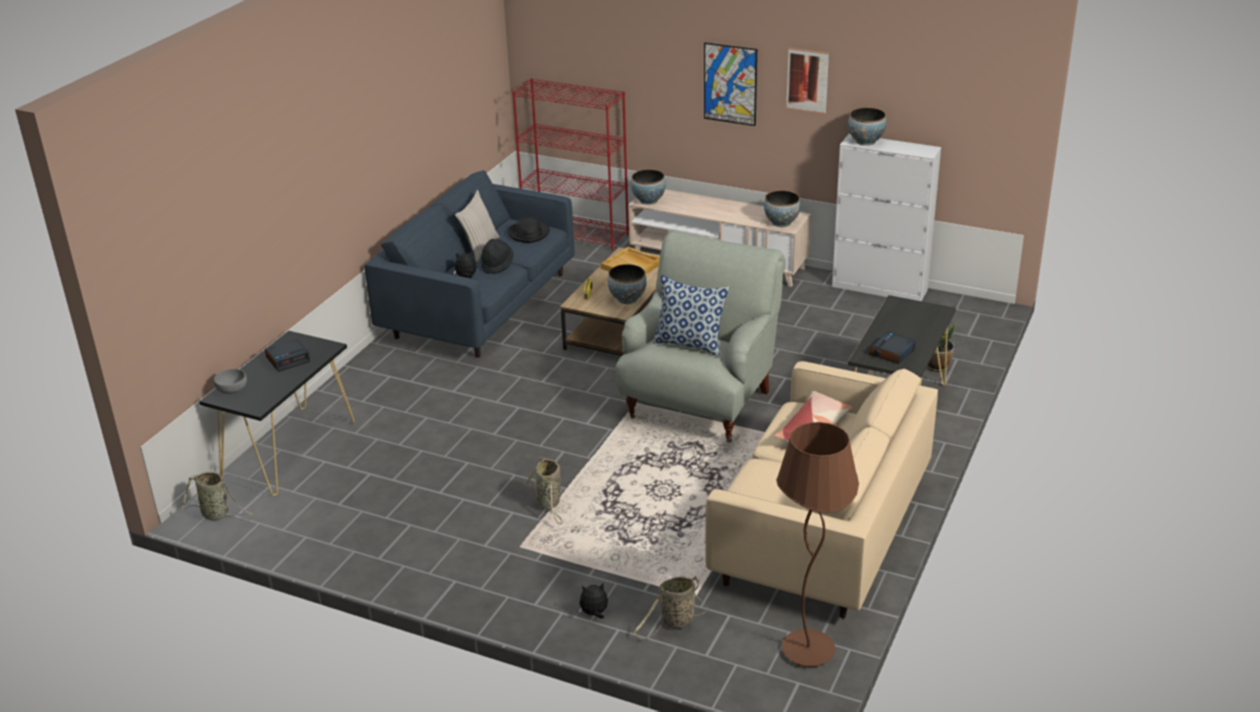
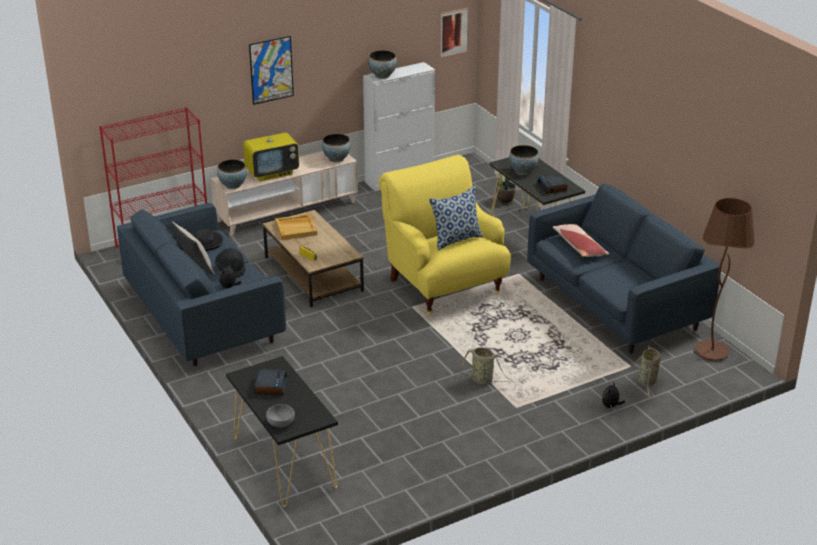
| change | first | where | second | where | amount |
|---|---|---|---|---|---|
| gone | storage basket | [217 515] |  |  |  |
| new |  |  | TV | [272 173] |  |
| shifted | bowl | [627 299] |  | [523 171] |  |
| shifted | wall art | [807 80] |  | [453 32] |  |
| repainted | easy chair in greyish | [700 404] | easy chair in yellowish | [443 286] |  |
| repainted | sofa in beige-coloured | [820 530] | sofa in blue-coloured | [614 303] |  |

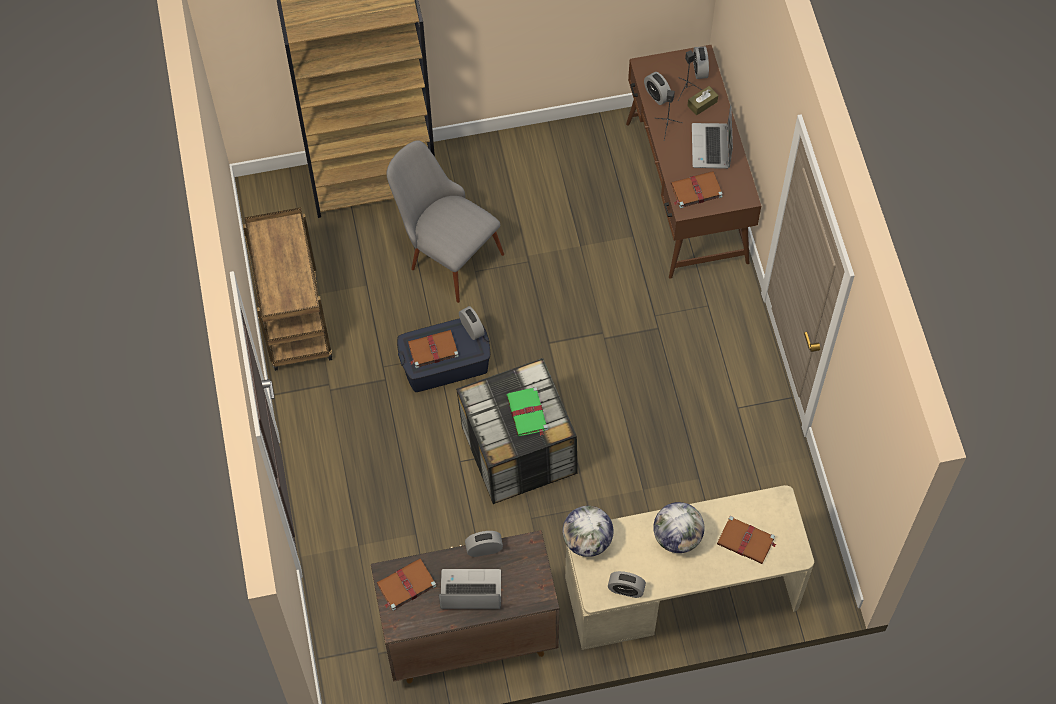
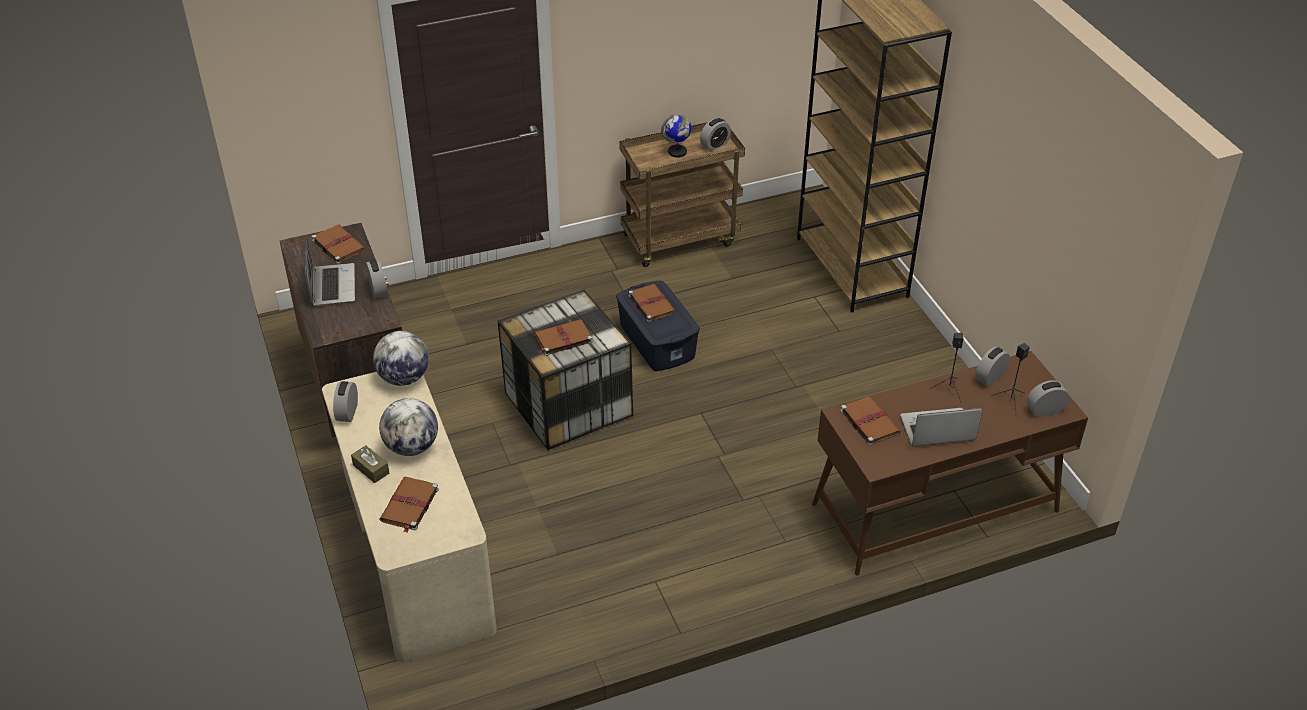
| change | first | where | second | where | amount |
|---|---|---|---|---|---|
| gone | chair in greyish | [445 252] |  |  |  |
| new |  |  | desk globe | [677 152] |  |
| shifted | alarm clock | [471 329] |  | [715 145] |  |
| shifted | tissue holder in brown | [702 104] |  | [371 469] |  |
| repainted | book in greenish | [527 413] | book in brown | [562 339] |  |

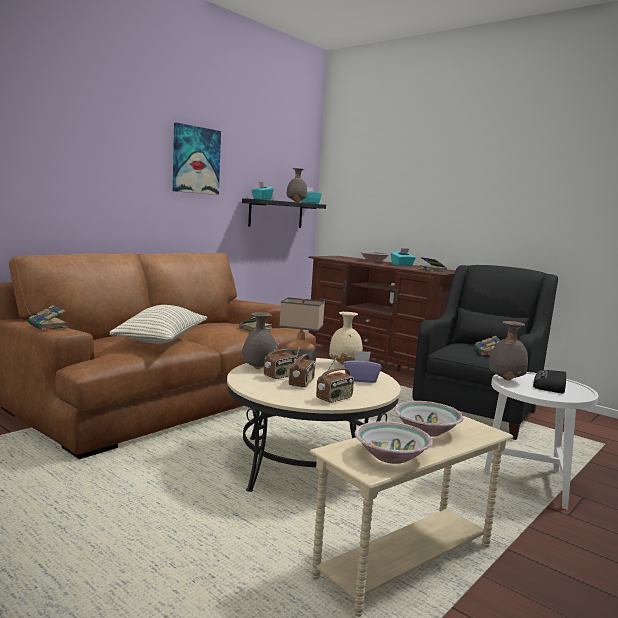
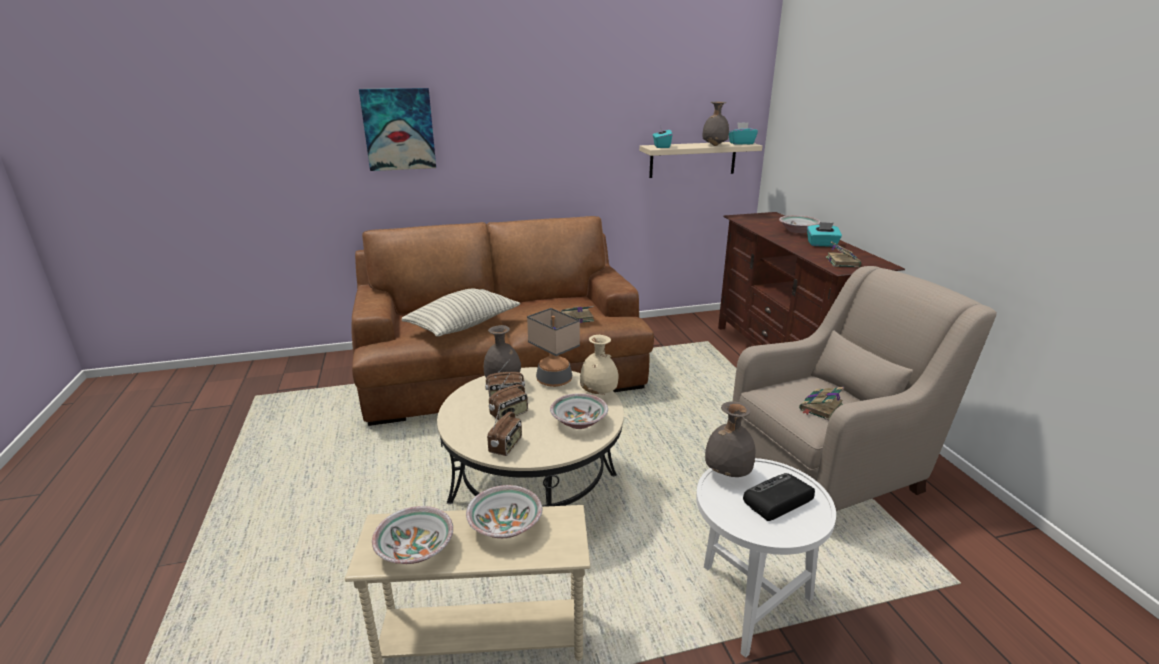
| change | first | where | second | where | amount |
|---|---|---|---|---|---|
| gone | book | [48 326] |  |  |  |
| shifted | wall art | [195 160] |  | [399 129] |  |
| swapped | tissue holder in purple-coloured | [360 379] | bowl | [578 422] |  |
| repainted | bracket shelf in black | [276 214] | bracket shelf in beige-coloured | [693 159] |  |
| repainted | easy chair in black | [478 411] | easy chair in beige-coloured | [829 470] |  |
| rotated | radio receiver | [334 399] |  | [506 446] | 60 degrees counterclockwise |

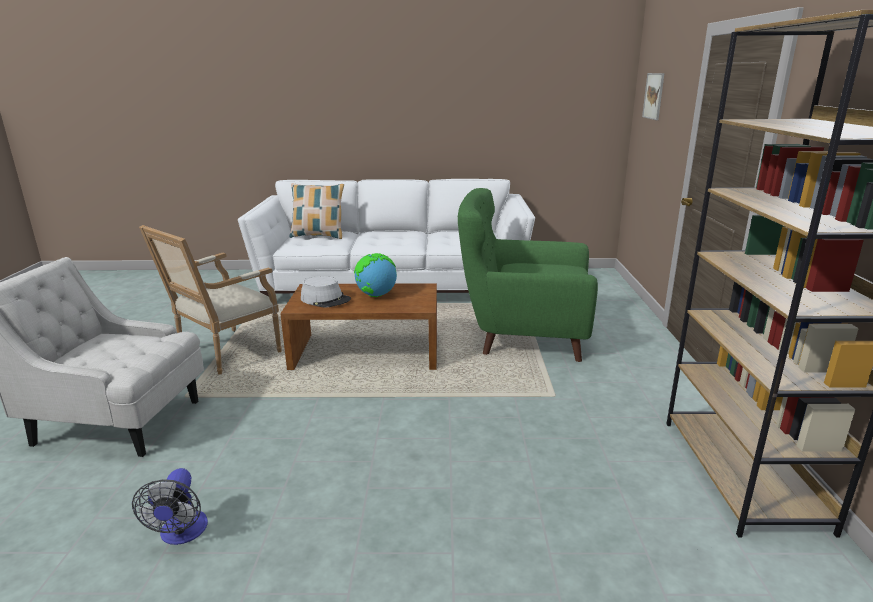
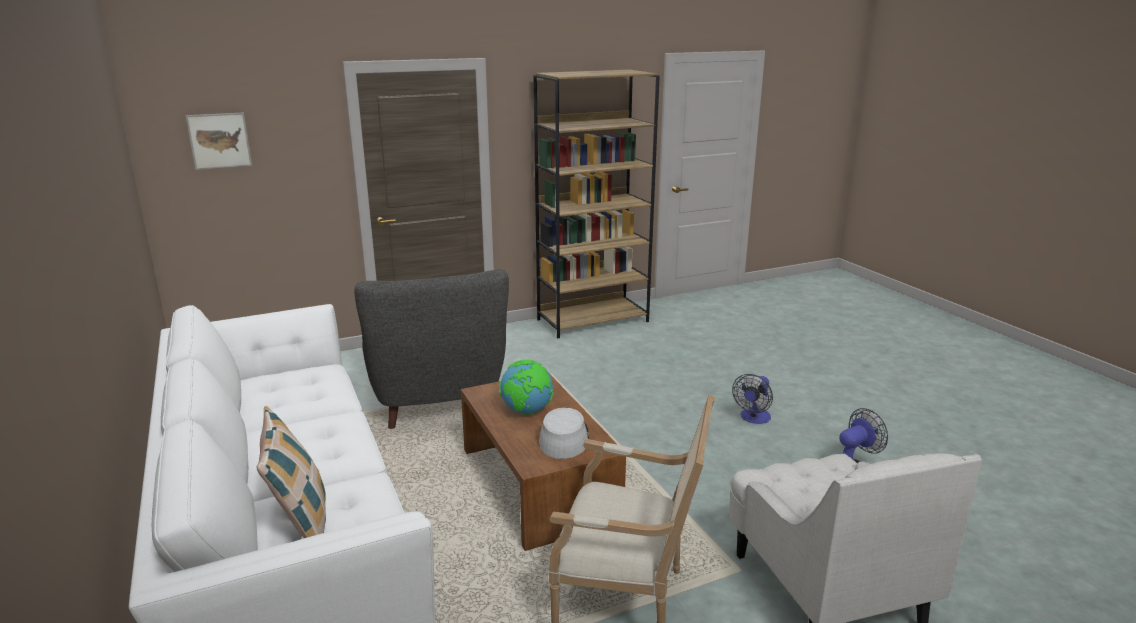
| change | first | where | second | where | amount |
|---|---|---|---|---|---|
| new |  |  | electric fan | [753 418] |  |
| repainted | easy chair in greenish | [522 335] | easy chair in greyish | [437 403] |  |

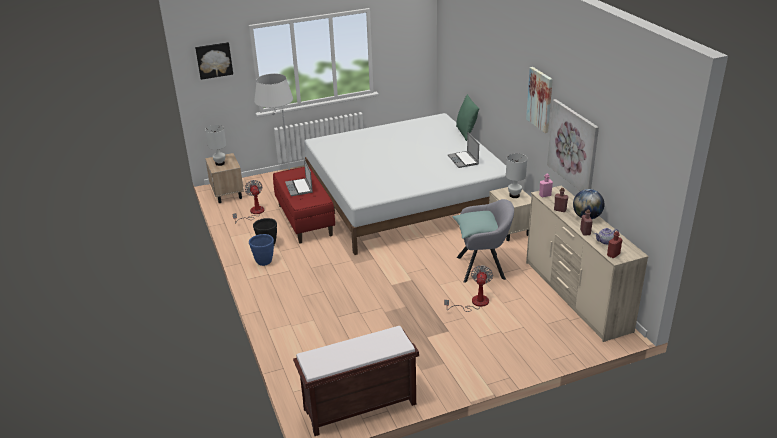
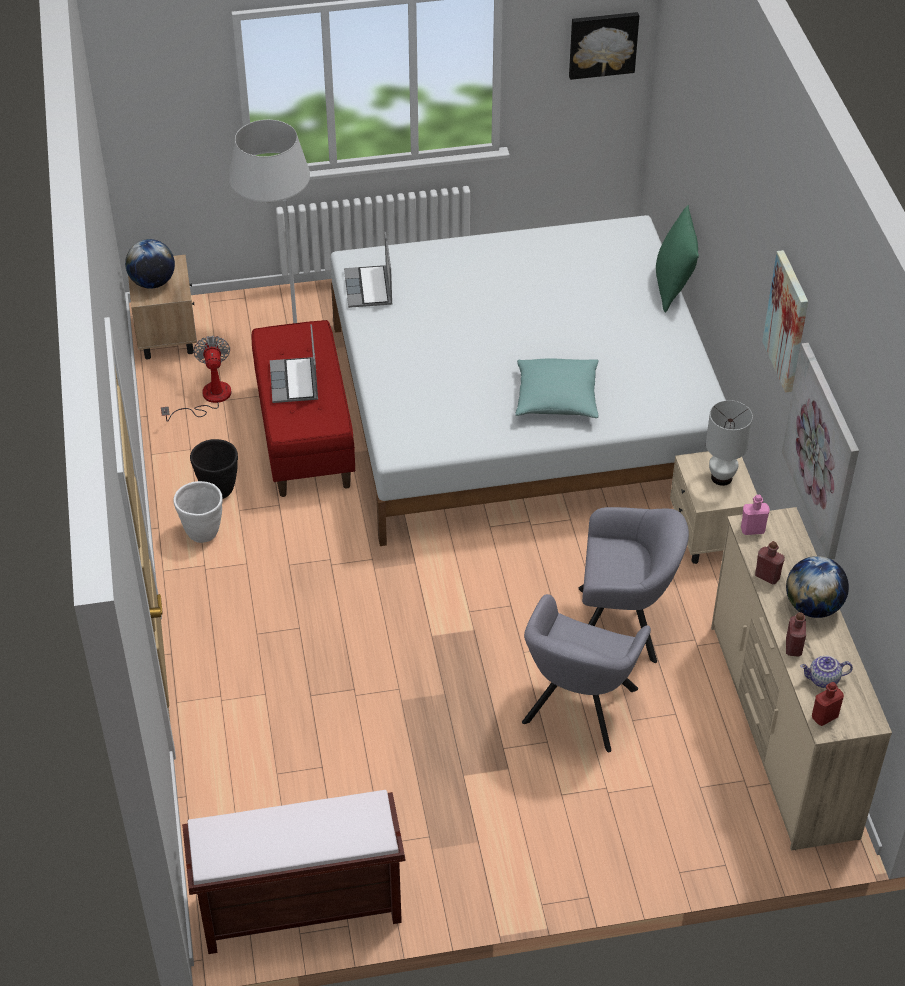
| change | first | where | second | where | amount |
|---|---|---|---|---|---|
| shifted | wall art | [214 60] |  | [602 44] |  |
| shifted | notebook computer | [463 160] |  | [369 289] |  |
| shifted | cushion in turquoise | [478 231] |  | [556 399] |  |
| swapped | table lamp in white | [220 163] | desk globe | [153 282] |  |
| swapped | electric fan | [474 303] | easy chair in greyish | [577 710] |  |
| repainted | plant pot in blue-coloured | [264 262] | plant pot in white | [202 532] |  |

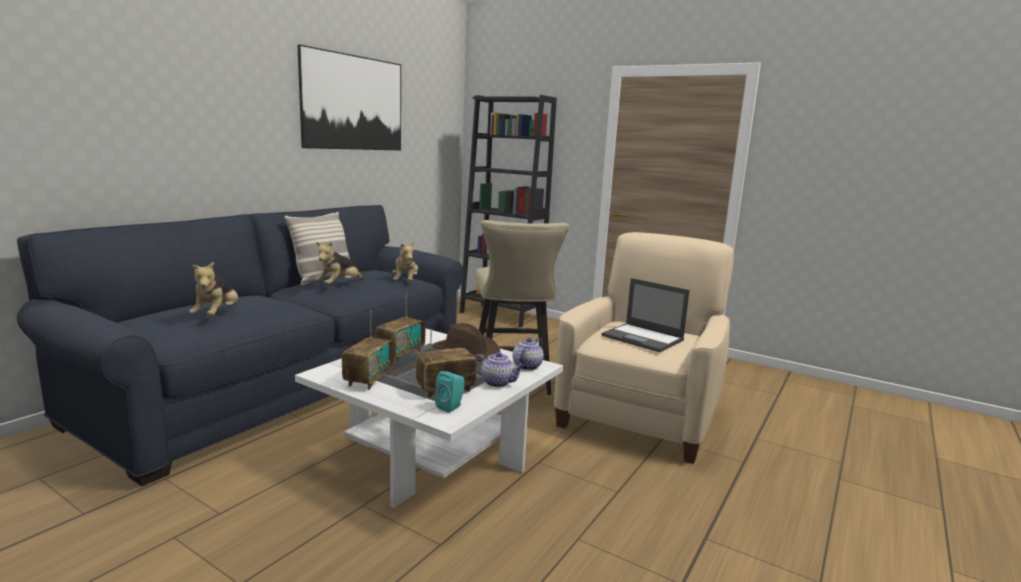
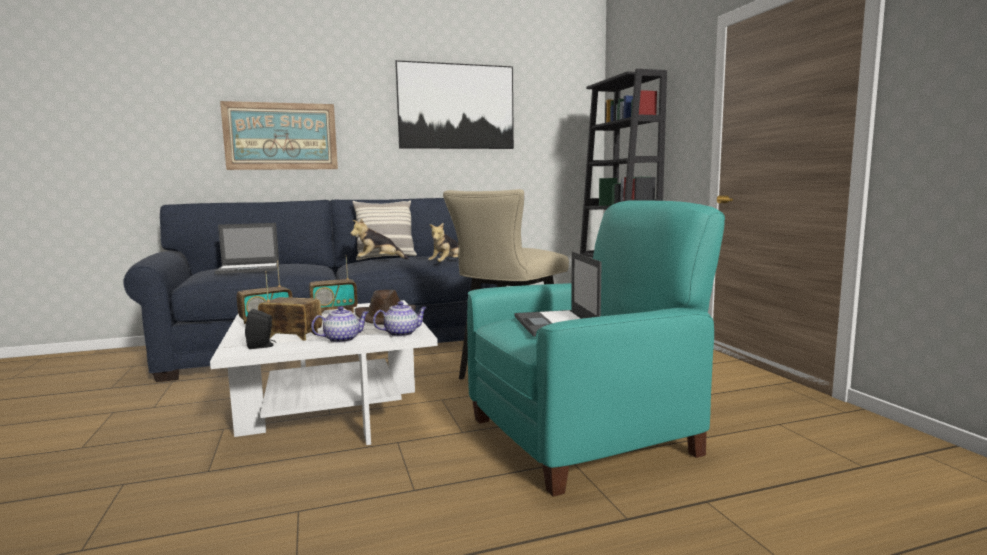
| change | first | where | second | where | amount |
|---|---|---|---|---|---|
| new |  |  | wall art | [281 136] |  |
| swapped | plush toy | [217 315] | notebook computer | [249 269] |  |
| repainted | loudspeaker in turquoise | [451 407] | loudspeaker in black | [262 346] |  |
| repainted | easy chair in beige-coloured | [640 417] | easy chair in turquoise | [584 435] |  |
| rotated | tea pot | [498 383] |  | [342 339] | 90 degrees counterclockwise |

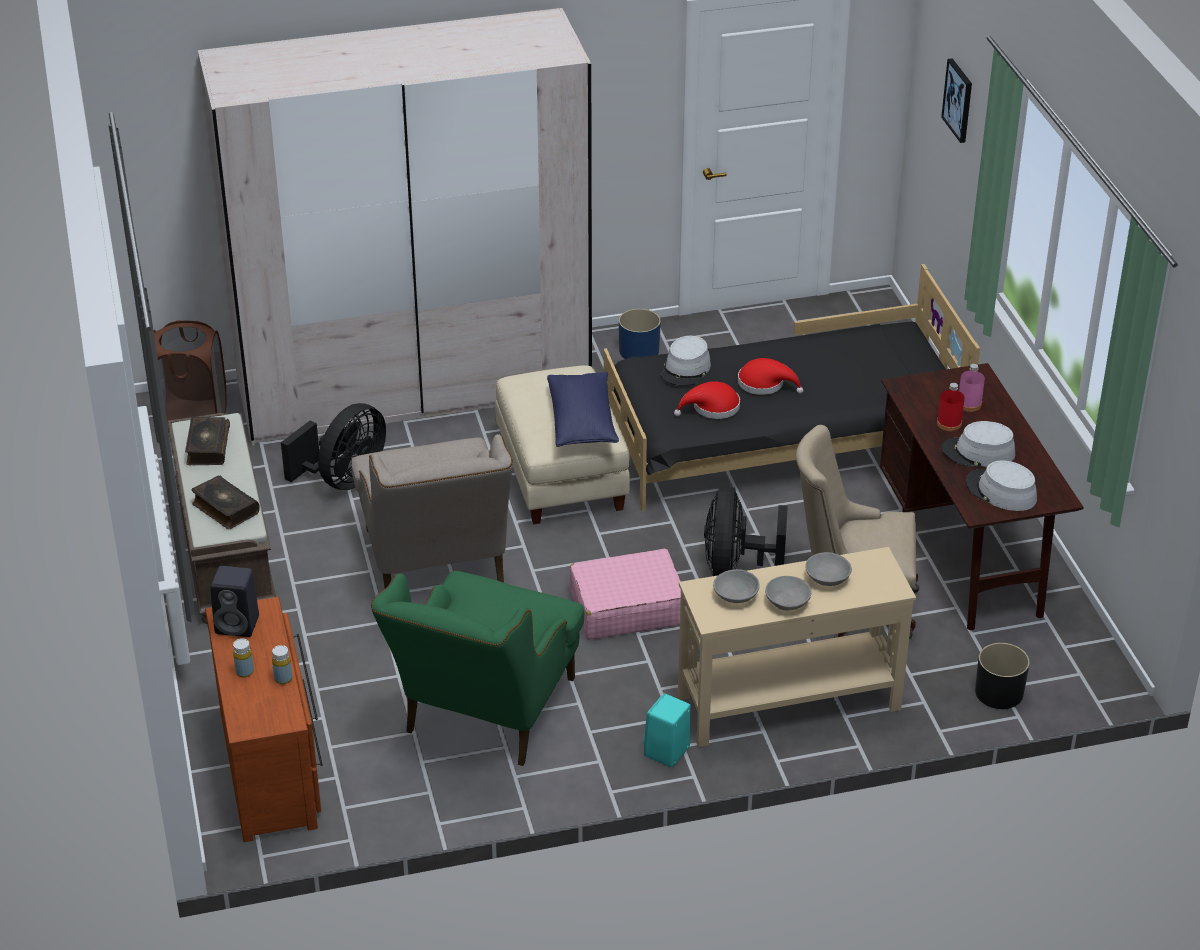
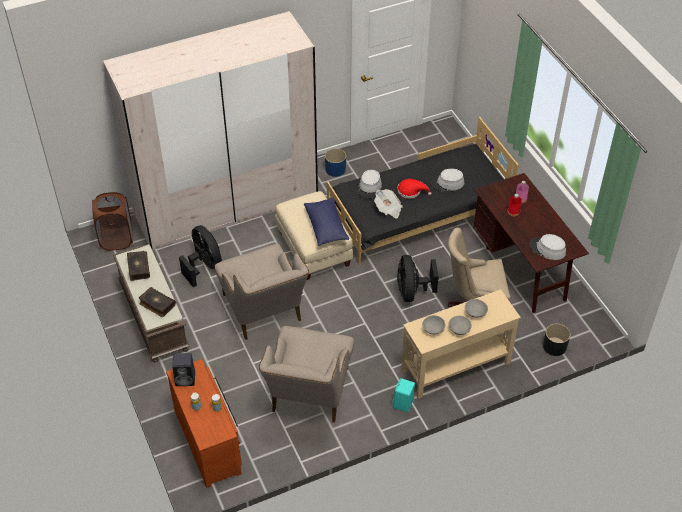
| change | first | where | second | where | amount |
|---|---|---|---|---|---|
| gone | suitcase in pink | [626 607] |  |  |  |
| gone | wall art | [958 100] |  |  |  |
| shifted | wearable hat in greyish | [978 452] |  | [447 183] |  |
| swapped | wearable hat in red-coloured | [712 408] | daily paper | [388 209] |  |
| repainted | easy chair in greenish | [483 717] | easy chair in beige-coloured | [308 397] |  |
| rotated | electric fan in black | [344 479] |  | [204 266] | 60 degrees counterclockwise |

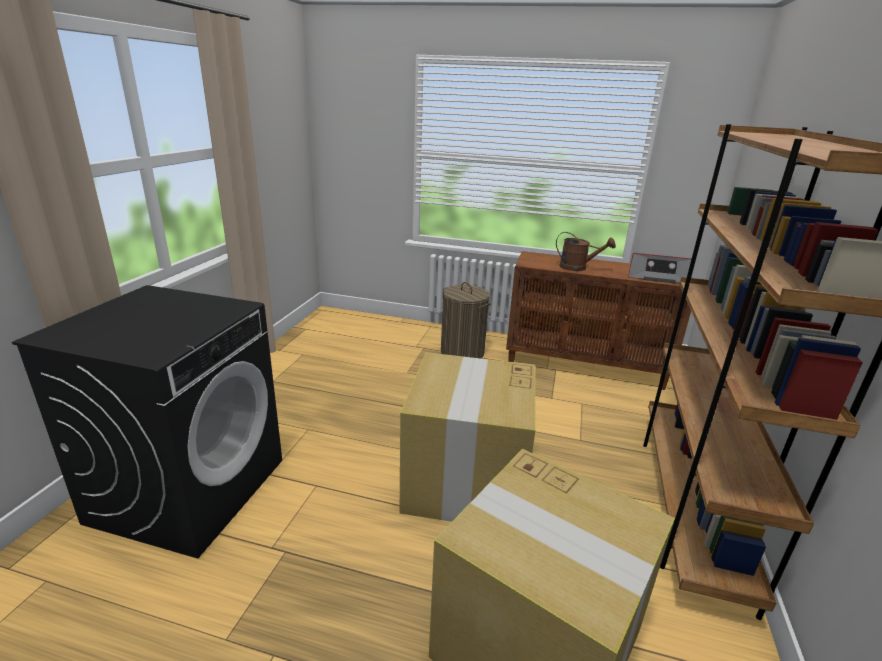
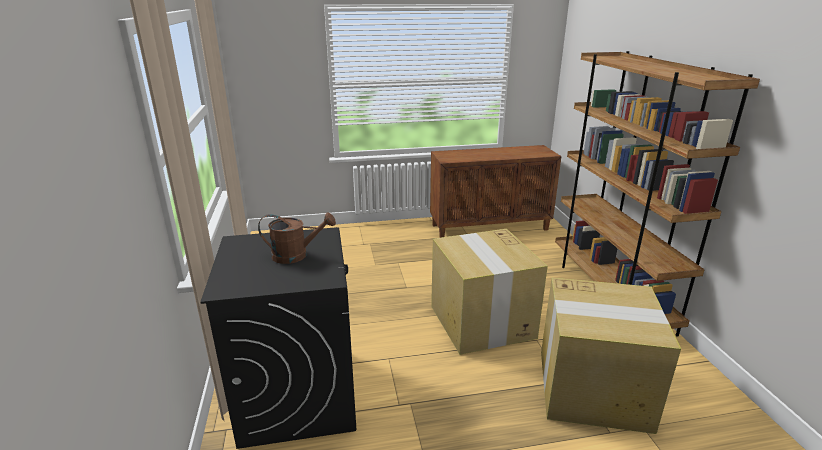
| change | first | where | second | where | amount |
|---|---|---|---|---|---|
| gone | washing basket | [462 352] |  |  |  |
| gone | radio receiver | [657 277] |  |  |  |
| shifted | watering can in brown | [578 268] |  | [296 255] |  |

